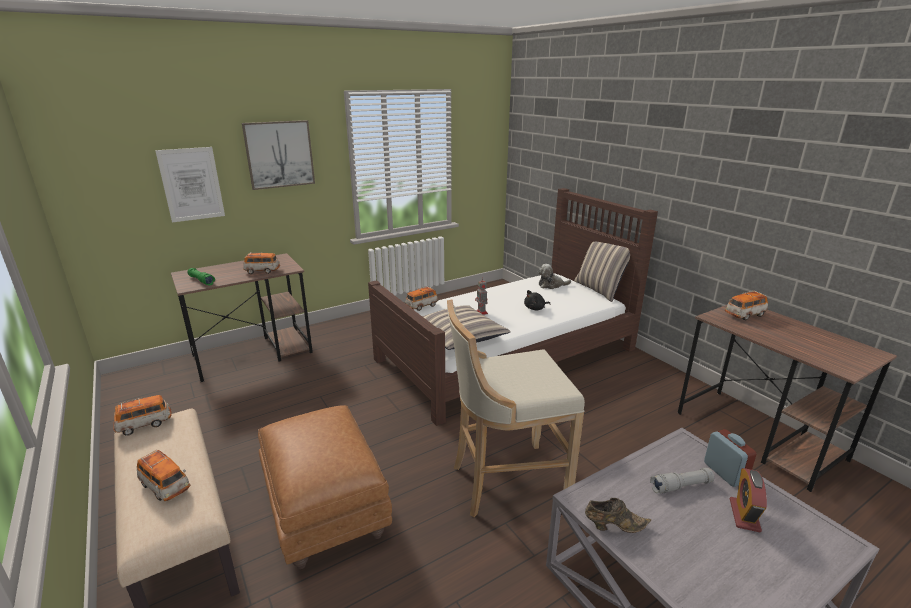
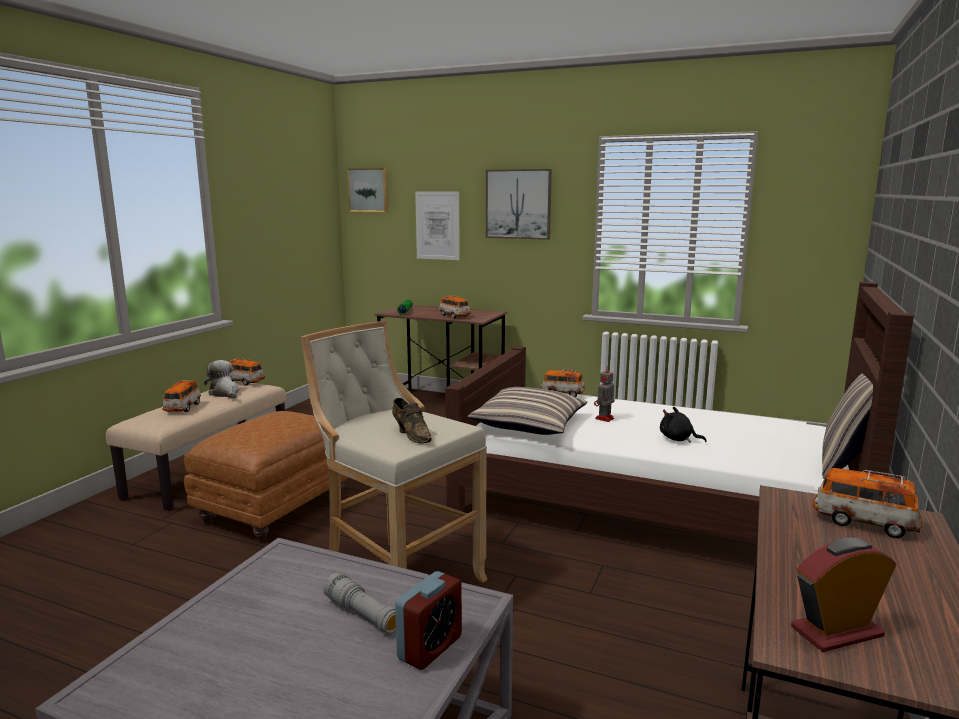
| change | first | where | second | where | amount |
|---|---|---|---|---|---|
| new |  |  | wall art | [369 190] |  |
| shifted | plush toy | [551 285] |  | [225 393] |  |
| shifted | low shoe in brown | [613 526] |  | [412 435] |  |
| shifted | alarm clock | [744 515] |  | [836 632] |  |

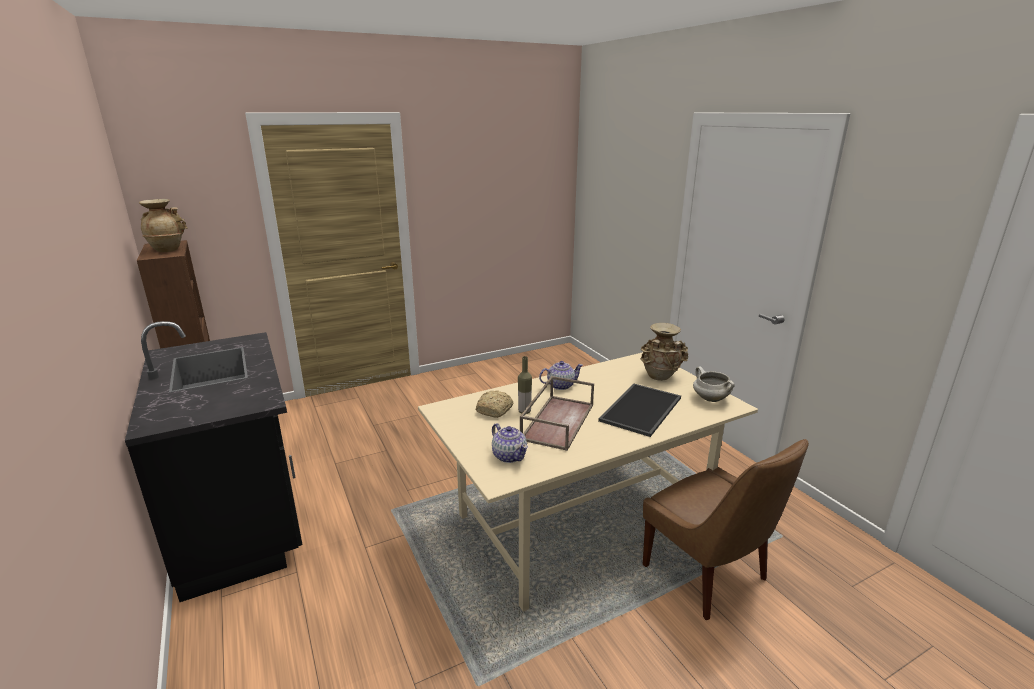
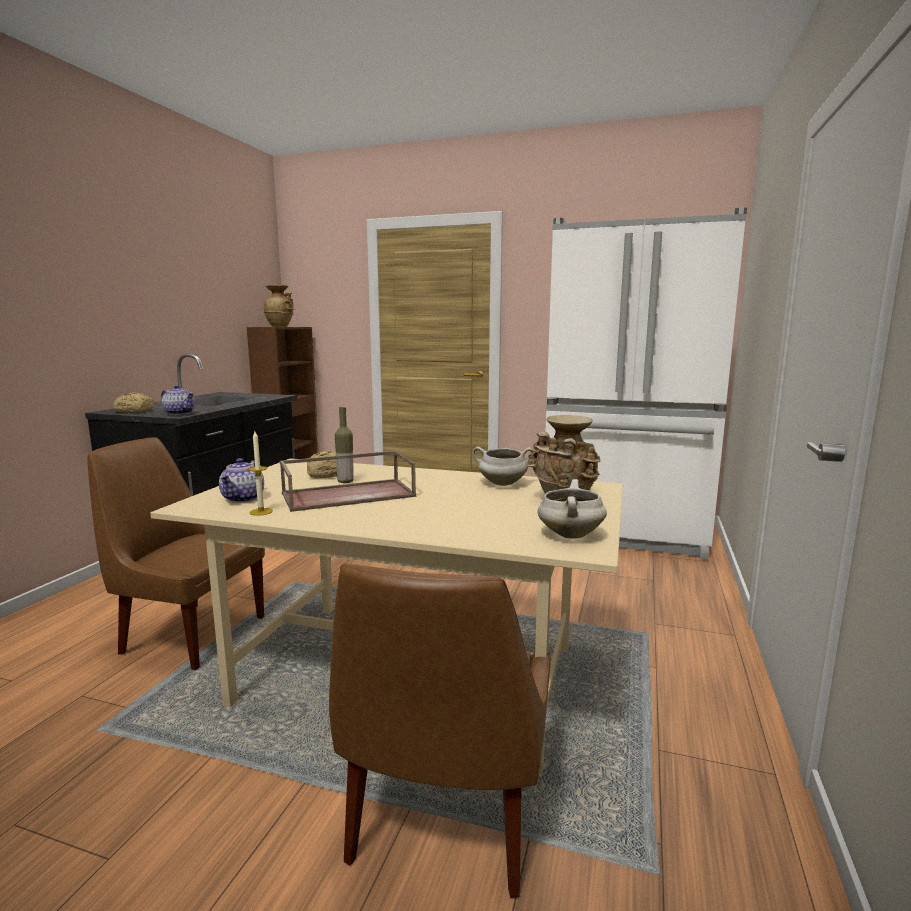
| change | first | where | second | where | amount |
|---|---|---|---|---|---|
| gone | serving tray | [640 408] |  |  |  |
| new |  |  | chair in brown | [190 634] |  |
| new |  |  | bakery bread | [135 411] |  |
| new |  |  | wax candle | [261 512] |  |
| new |  |  | stockpot in white | [501 484] |  |
| new |  |  | fridge in white | [625 534] |  |
| shifted | tea pot | [560 385] |  | [179 413] |  |

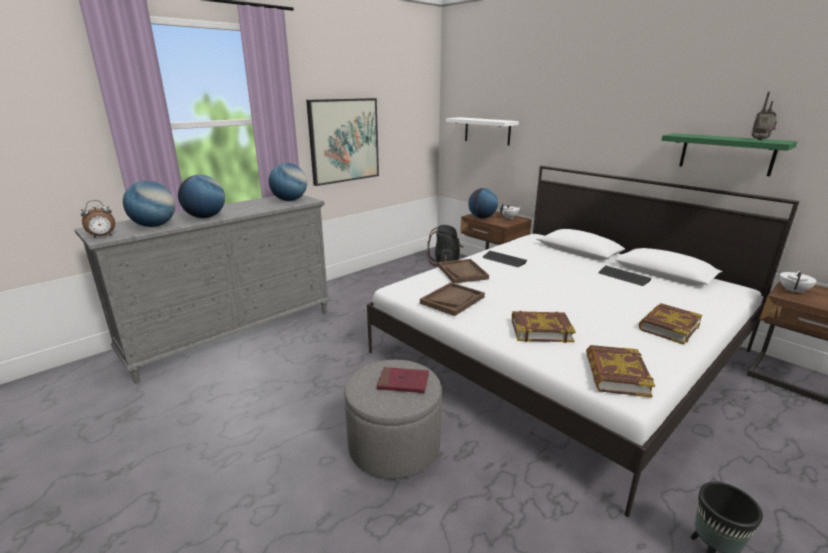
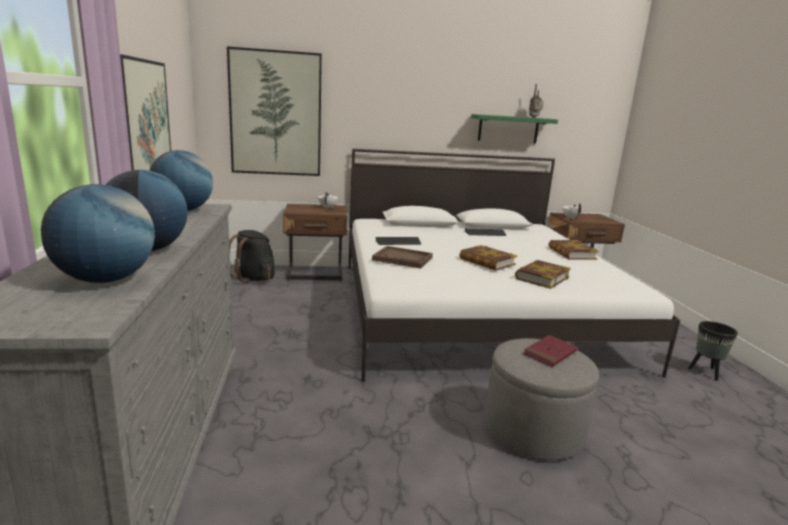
| change | first | where | second | where | amount |
|---|---|---|---|---|---|
| gone | alarm clock | [102 236] |  |  |  |
| gone | serving tray in brown | [452 300] |  |  |  |
| gone | desk globe | [482 217] |  |  |  |
| shifted | book | [616 375] |  | [487 262] |  |
| swapped | bracket shelf in white | [487 131] | wall art | [275 114] |  |

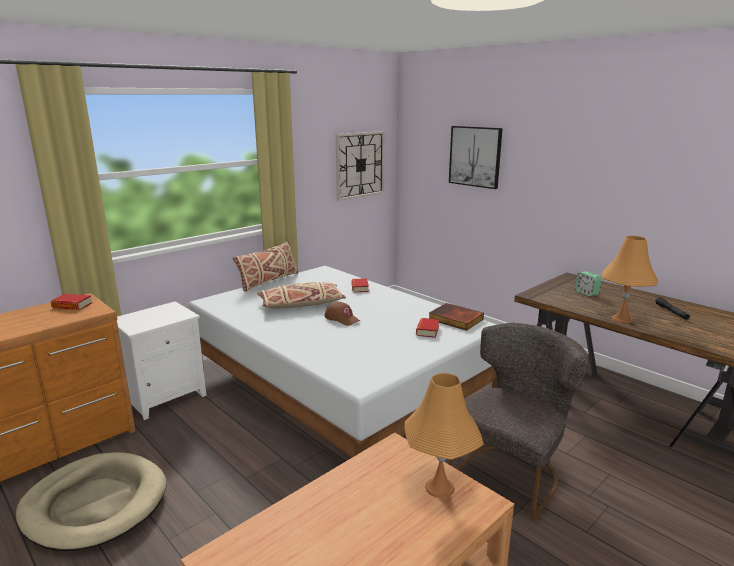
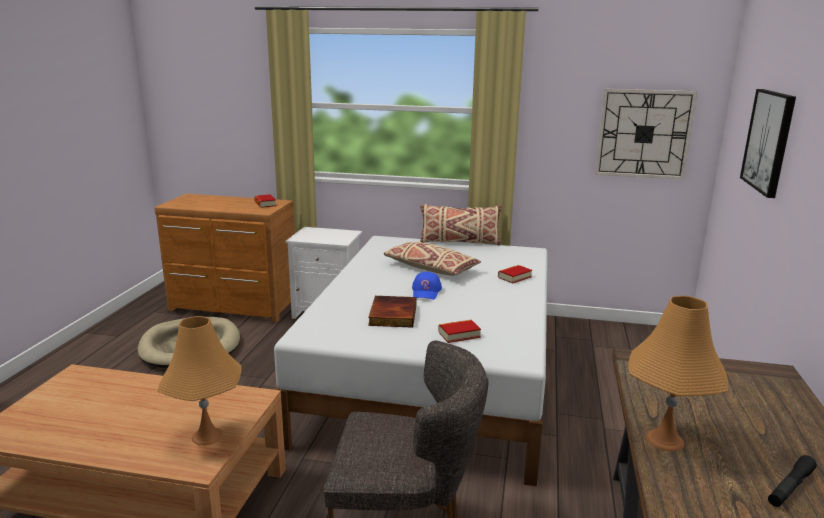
| change | first | where | second | where | amount |
|---|---|---|---|---|---|
| gone | alarm clock | [586 293] |  |  |  |
| shifted | book | [455 319] |  | [391 314] |  |
| repainted | cap in brown | [342 318] | cap in blue-coloured | [426 291] |  |

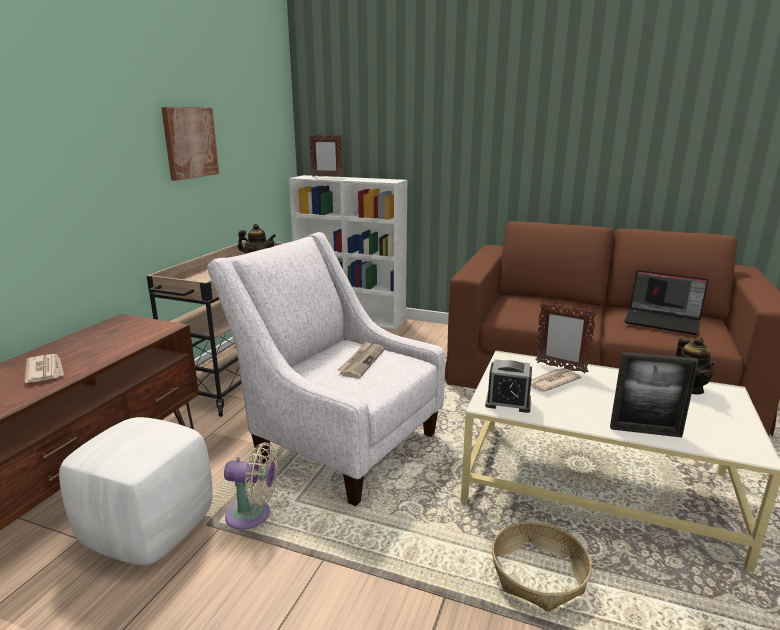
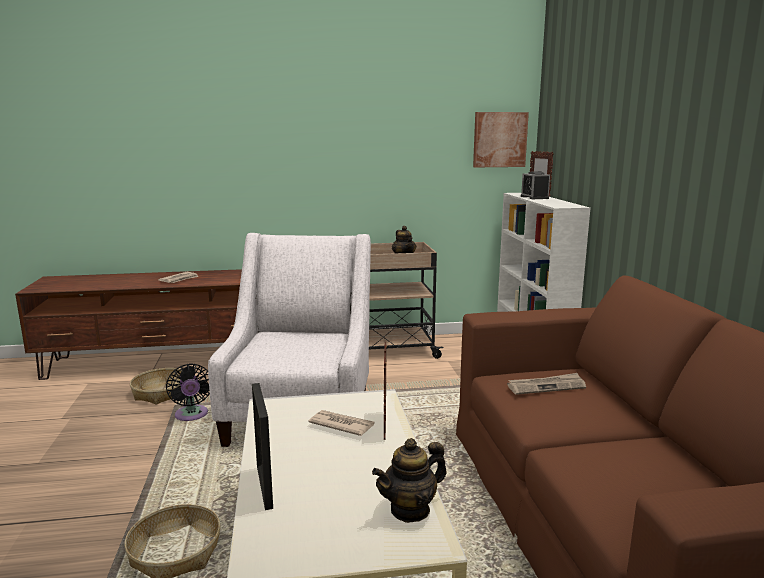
| change | first | where | second | where | amount |
|---|---|---|---|---|---|
| gone | notebook computer | [663 321] |  |  |  |
| shifted | wall art | [190 142] |  | [499 139] |  |
| shifted | daily paper | [361 361] |  | [546 386] |  |
| shifted | alarm clock | [508 402] |  | [534 197] |  |
| swapped | footrest in white | [148 531] | storage basket | [161 393] |  |
| repainted | electric fan in beige-coloured | [253 515] | electric fan in black | [191 416] |  |

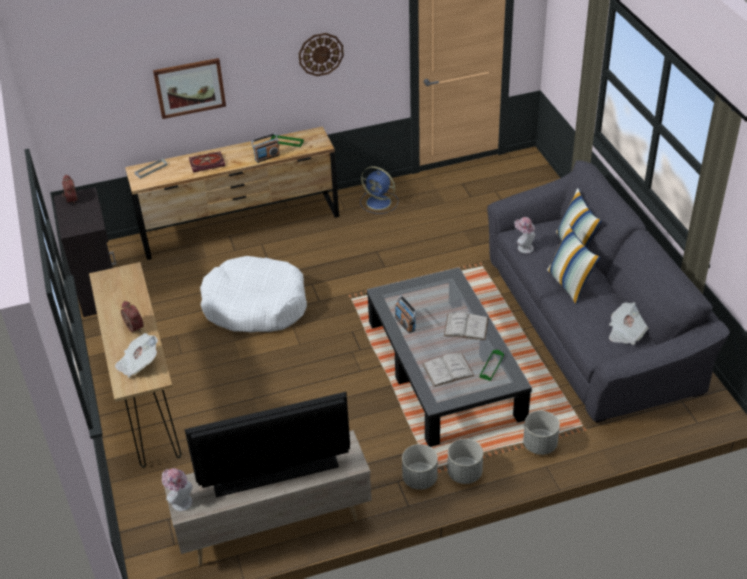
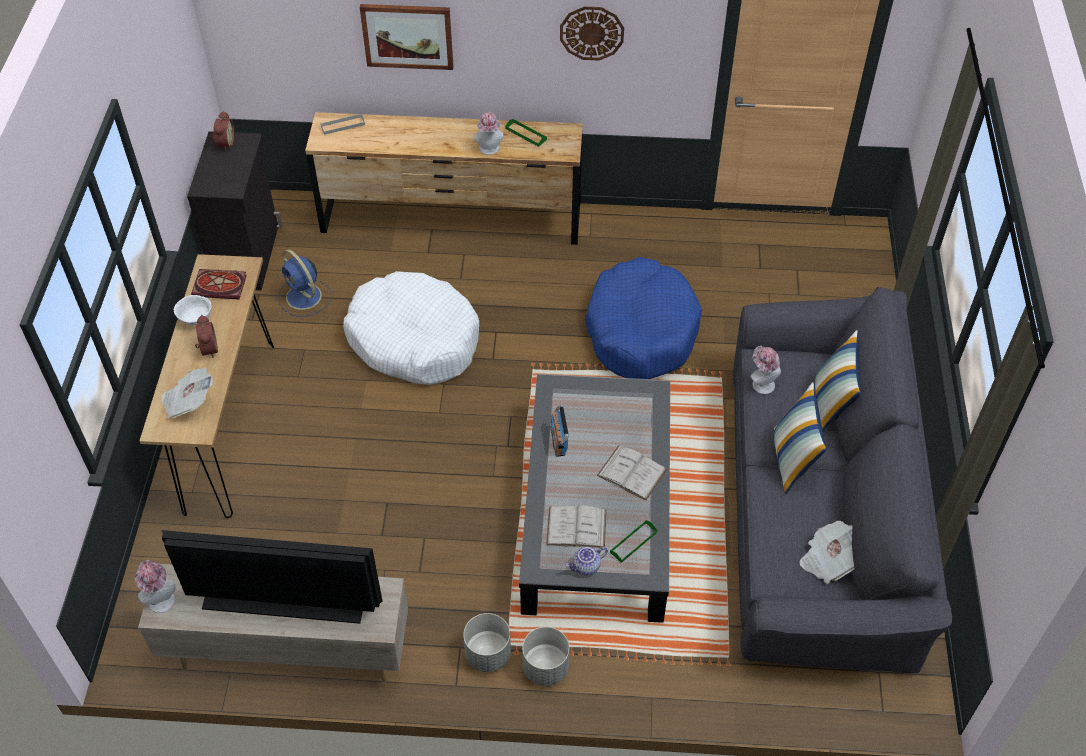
| change | first | where | second | where | amount |
|---|---|---|---|---|---|
| gone | plant pot in greyish | [540 445] |  |  |  |
| new |  |  | bowl in white | [195 318] |  |
| new |  |  | tea pot | [586 567] |  |
| new |  |  | dog bed in blue-coloured | [641 331] |  |
| shifted | book | [208 163] |  | [221 285] |  |
| shifted | electric fan in blue-coloured | [379 202] |  | [305 297] |  |
| swapped | radio receiver | [267 157] | wearable hat | [489 150] |  |

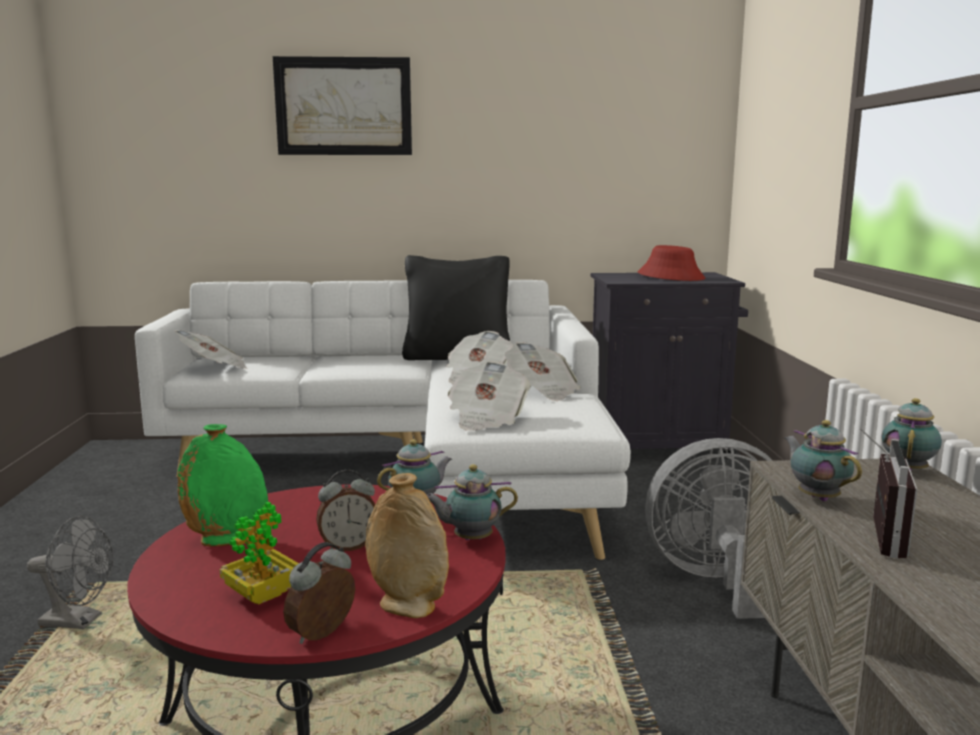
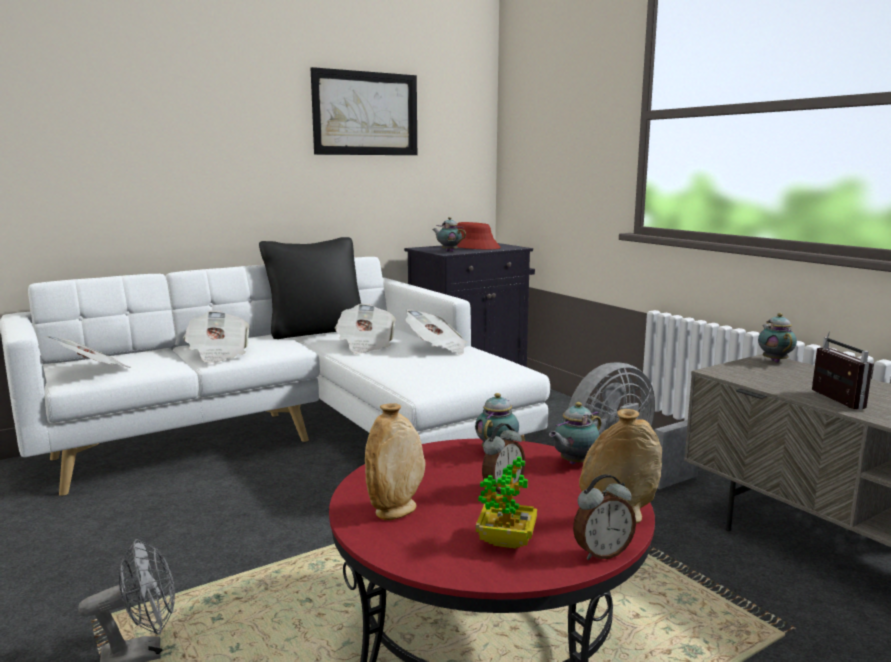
| change | first | where | second | where | amount |
|---|---|---|---|---|---|
| shifted | wall art | [344 106] |  | [365 114] |  |
| shifted | daily paper | [486 418] |  | [218 354] |  |
| shifted | tea pot | [816 497] |  | [448 251] |  |
| repainted | decorative vase in greenish | [226 539] | decorative vase in beige-coloured | [396 511] |  |
| rotated | alarm clock | [324 635] |  | [601 553] | 120 degrees counterclockwise |

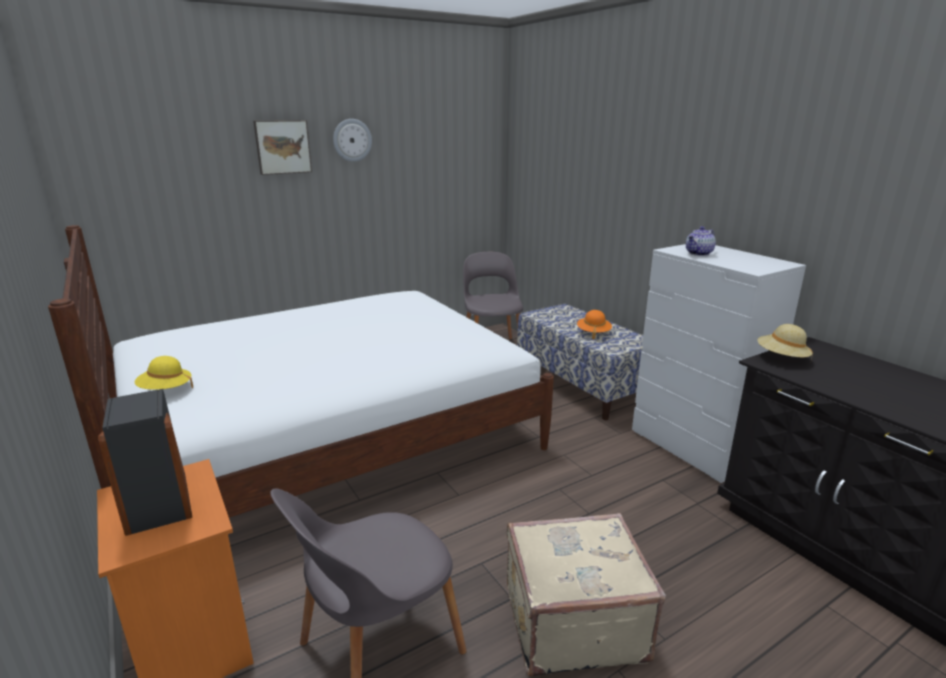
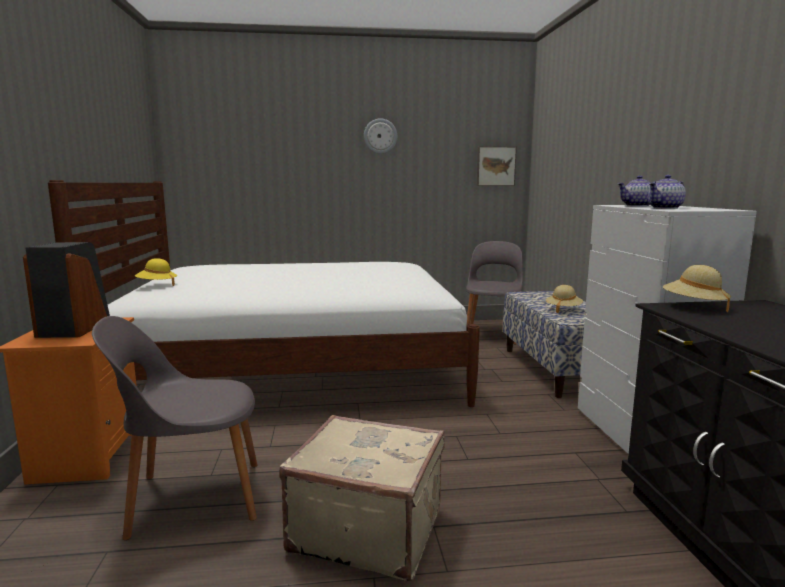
| change | first | where | second | where | amount |
|---|---|---|---|---|---|
| new |  |  | tea pot | [665 208] |  |
| shifted | wall art | [282 147] |  | [495 166] |  |
| repainted | wearable hat in orange-coloured | [593 333] | wearable hat in beige-coloured | [563 309] |  |

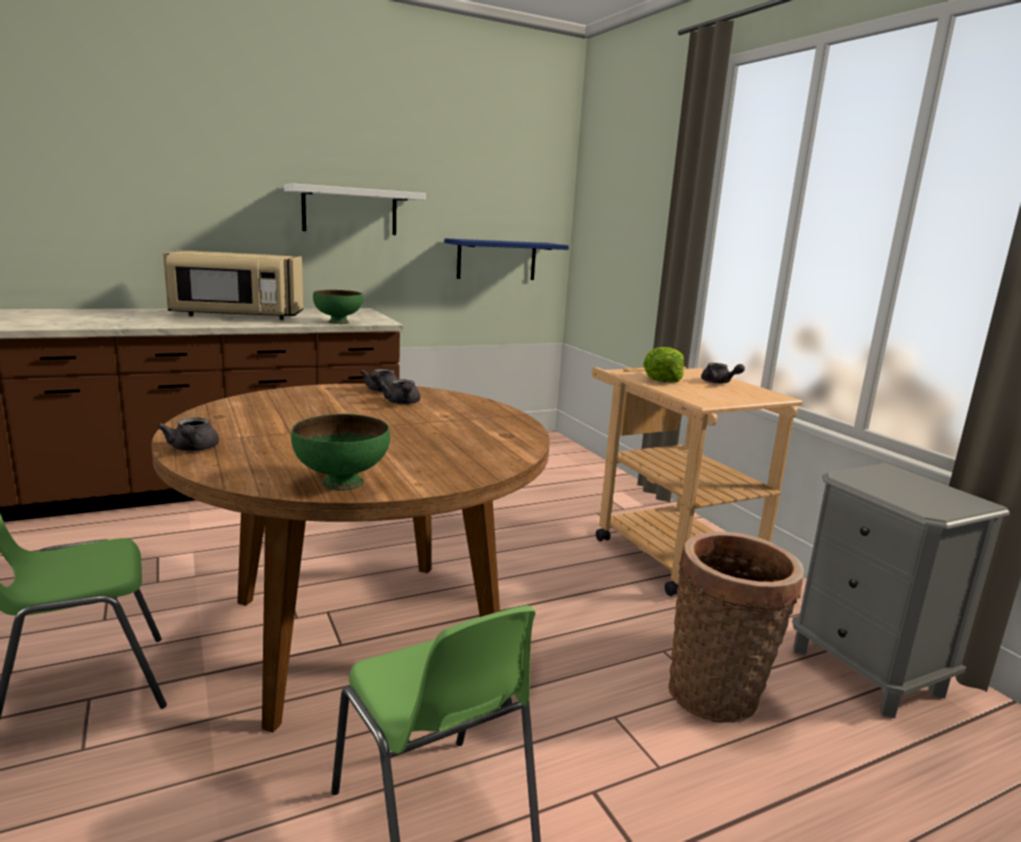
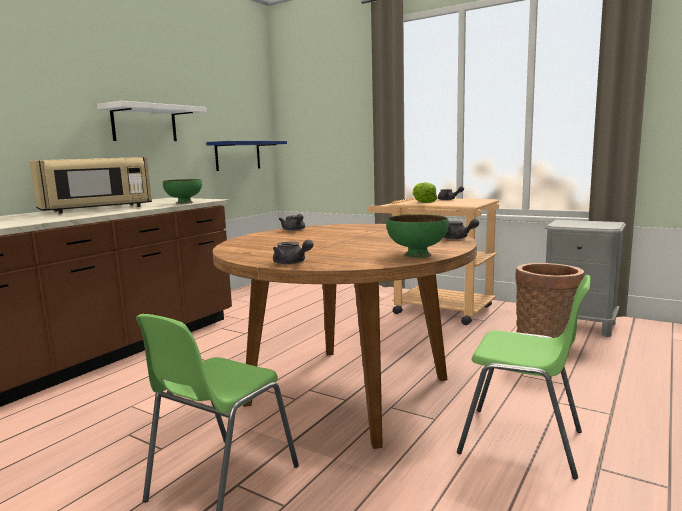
| change | first | where | second | where | amount |
|---|---|---|---|---|---|
| shifted | tea pot in greyish | [402 403] |  | [457 238] |  |

